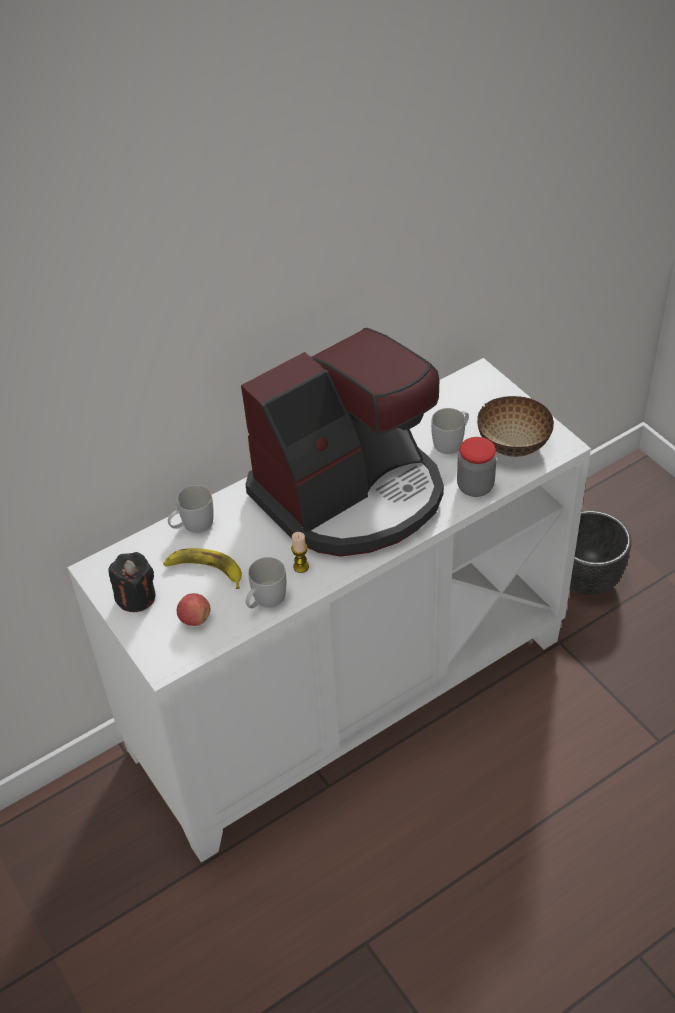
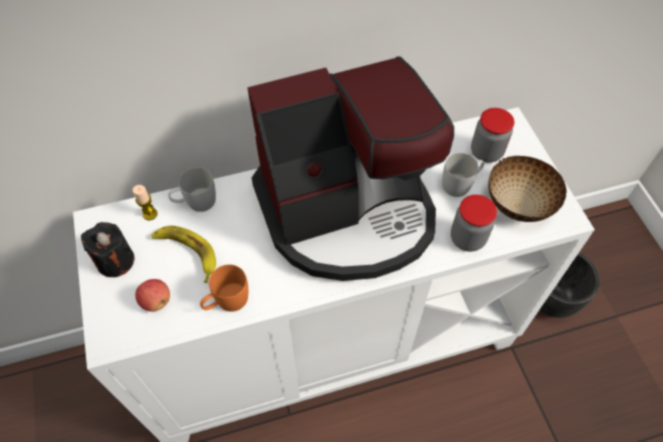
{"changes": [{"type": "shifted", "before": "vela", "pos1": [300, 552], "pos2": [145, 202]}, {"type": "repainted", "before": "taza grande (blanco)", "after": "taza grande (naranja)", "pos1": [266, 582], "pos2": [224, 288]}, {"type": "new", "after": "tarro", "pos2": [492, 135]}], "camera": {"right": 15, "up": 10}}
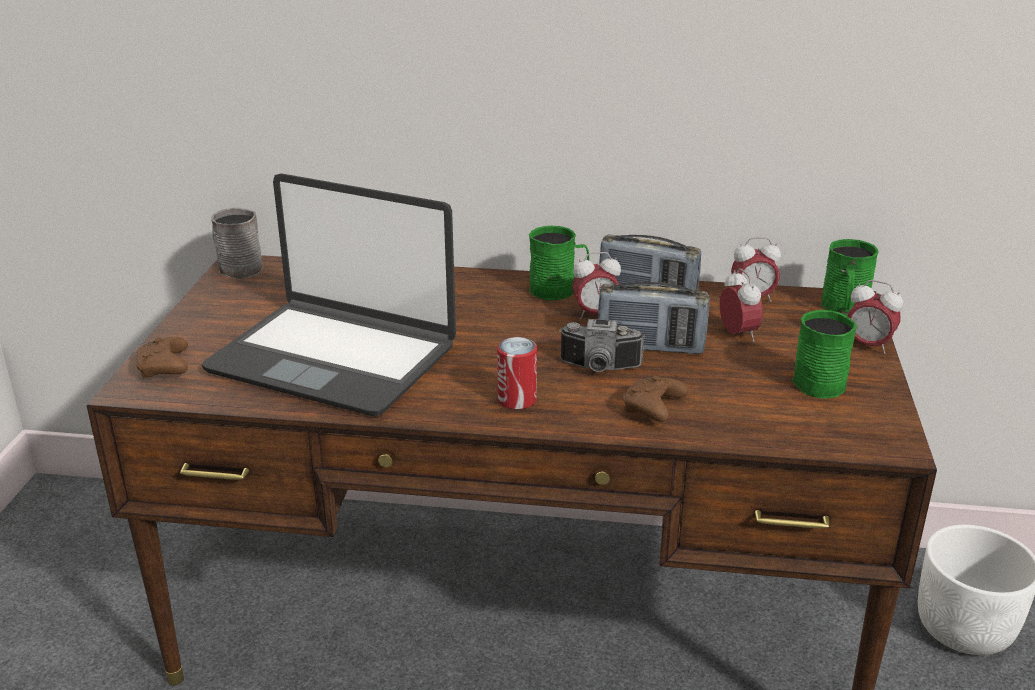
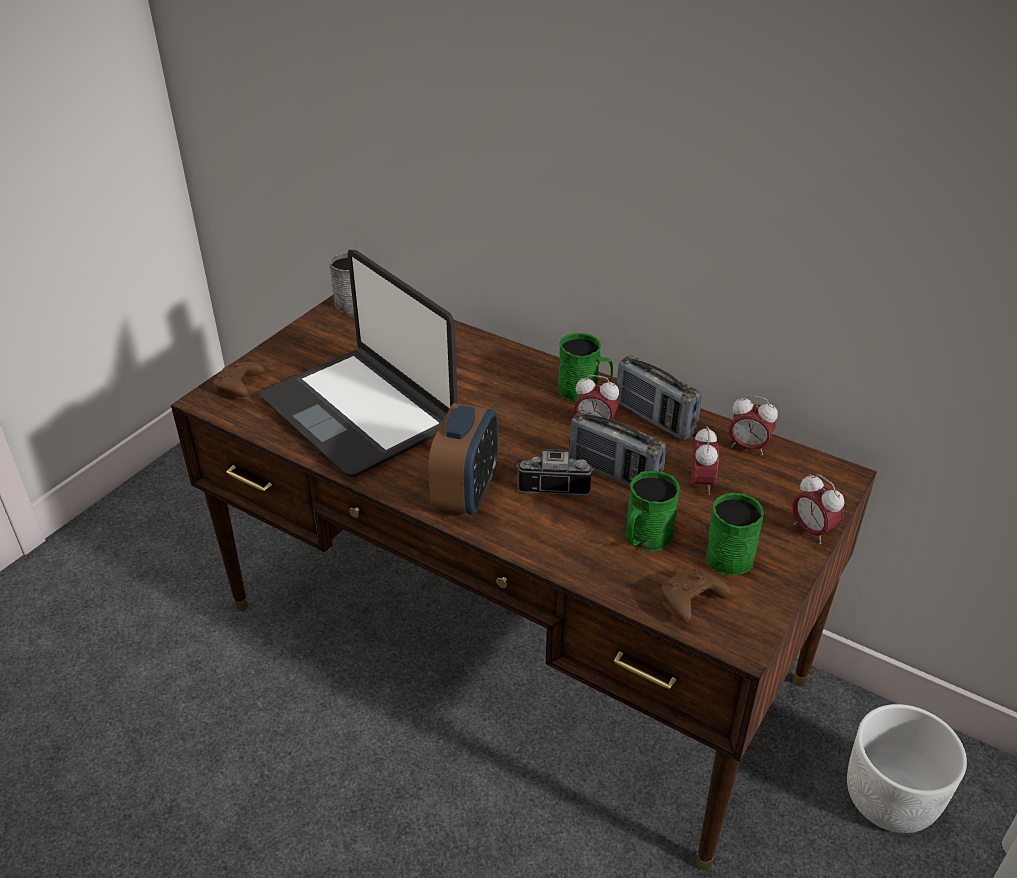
{"changes": [{"type": "shifted", "before": "taza grande (verde)", "pos1": [850, 277], "pos2": [652, 511]}, {"type": "rotated", "before": "cámara", "pos1": [602, 345], "pos2": [555, 472], "turn": 150}, {"type": "swapped", "before": "lata", "after": "despertador", "pos1": [517, 373], "pos2": [463, 458]}, {"type": "shifted", "before": "mando de consola (marrón)", "pos1": [655, 399], "pos2": [695, 595]}], "camera": {"right": 25, "up": 10}}
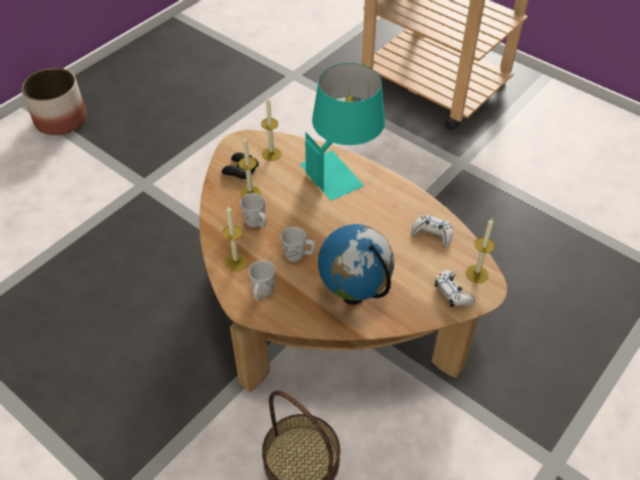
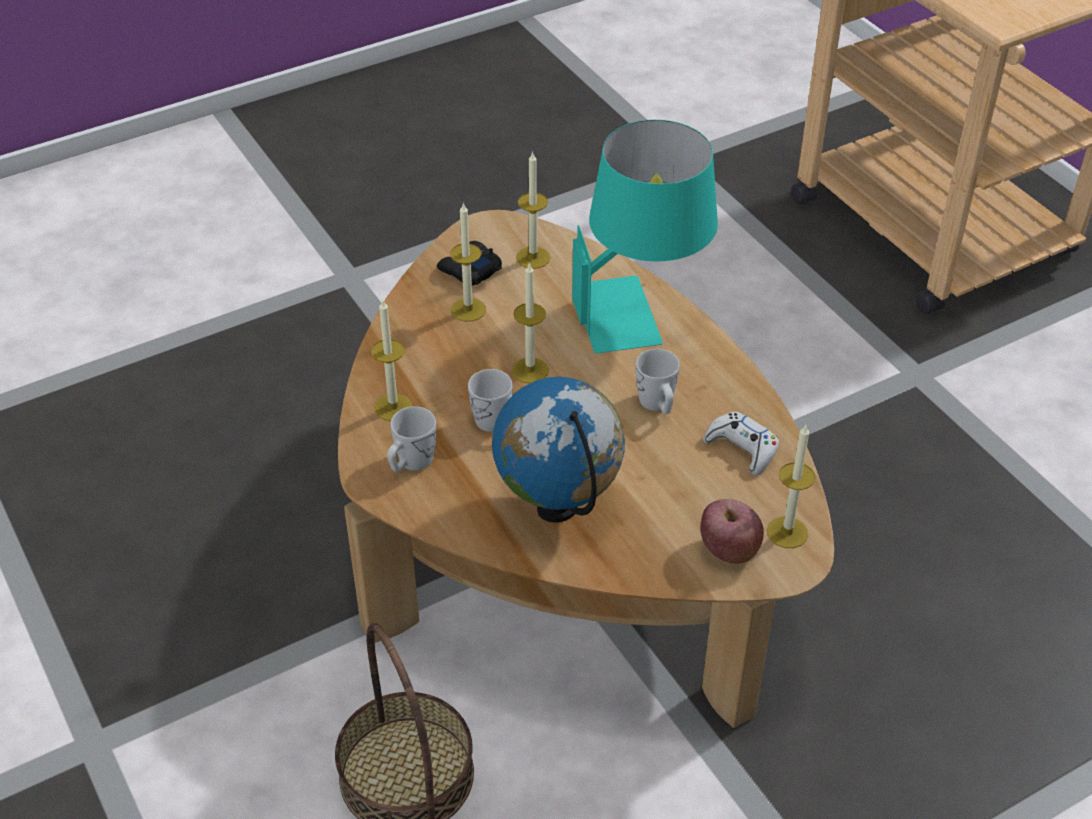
{"changes": [{"type": "gone", "before": "maceta", "pos1": [54, 101]}, {"type": "shifted", "before": "taza grande (blanco)", "pos1": [253, 210], "pos2": [658, 381]}, {"type": "swapped", "before": "mando de consola (blanco)", "after": "manzana", "pos1": [455, 288], "pos2": [732, 531]}, {"type": "new", "after": "vela", "pos2": [530, 323]}], "camera": {"right": 20, "up": -5}}
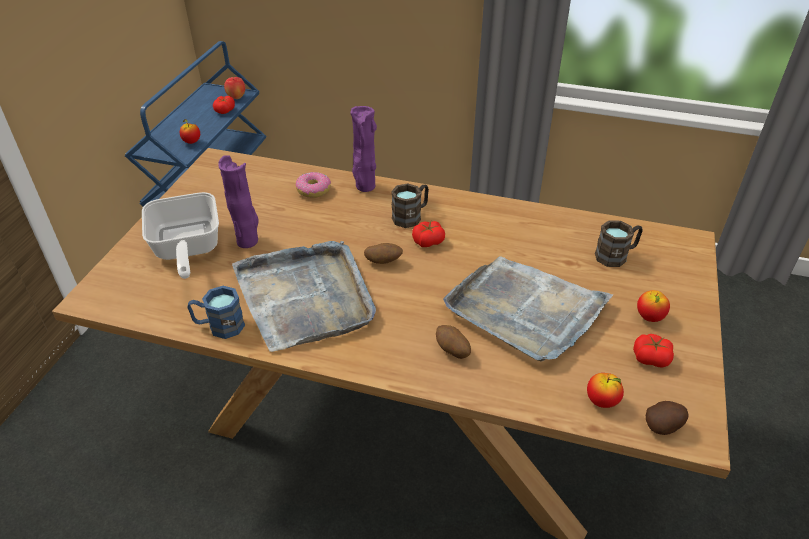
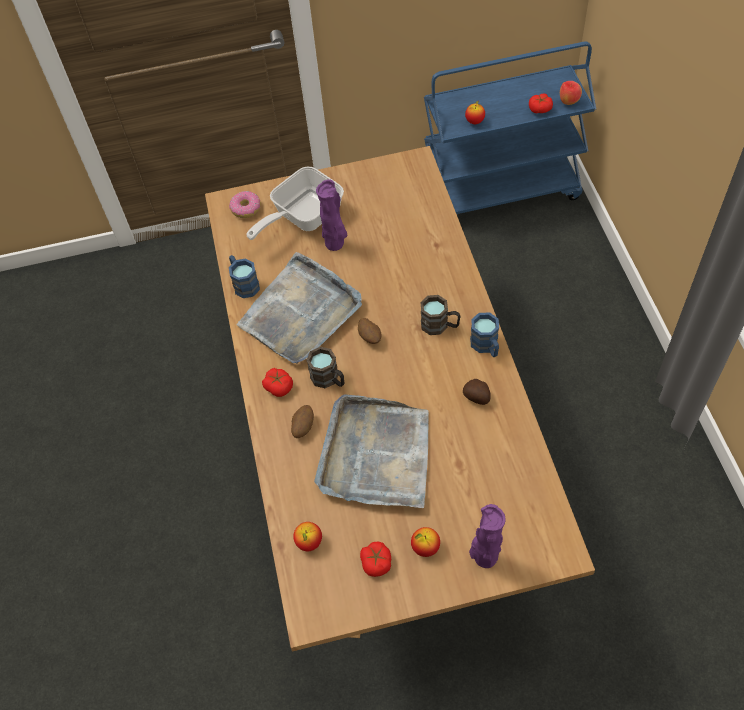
{"changes": [{"type": "shifted", "before": "florero (morado)", "pos1": [363, 149], "pos2": [487, 536]}, {"type": "shifted", "before": "rosquilla", "pos1": [313, 185], "pos2": [245, 204]}, {"type": "shifted", "before": "taza grande (marrón)", "pos1": [619, 243], "pos2": [325, 367]}, {"type": "shifted", "before": "tomate", "pos1": [428, 234], "pos2": [277, 382]}, {"type": "shifted", "before": "patata", "pos1": [667, 418], "pos2": [477, 392]}, {"type": "new", "after": "taza grande (azul)", "pos2": [484, 334]}], "camera": {"right": 65, "up": 15}}
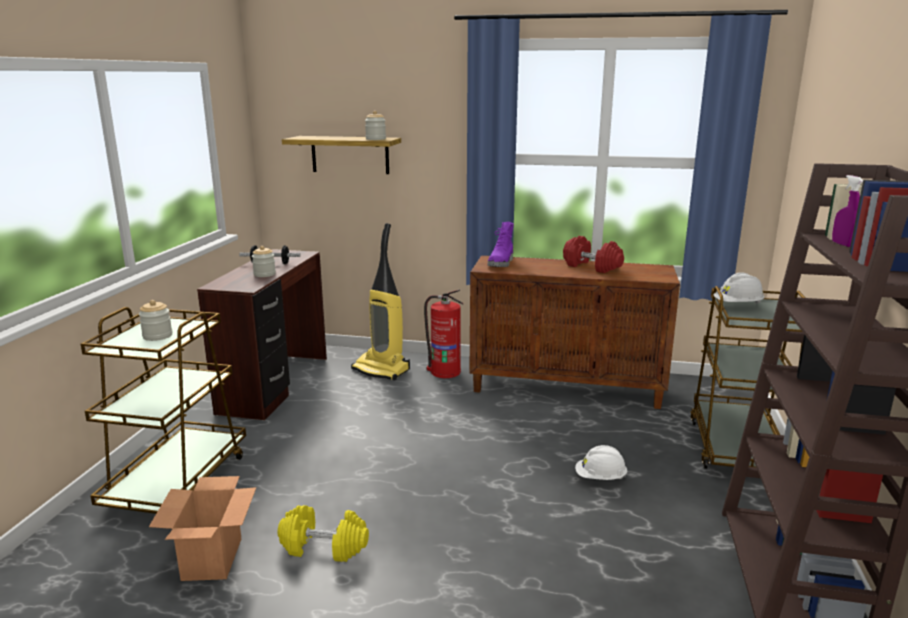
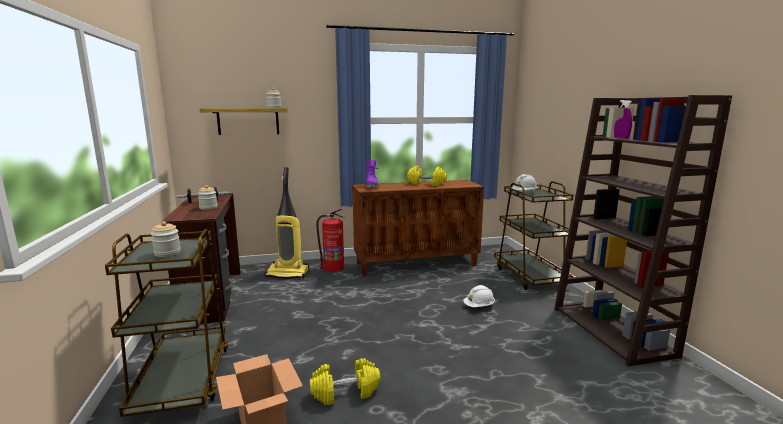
{"changes": [{"type": "repainted", "before": "mancuerna (rojo)", "after": "mancuerna (amarillo)", "pos1": [593, 254], "pos2": [427, 176]}], "camera": {"right": -25, "up": -5}}
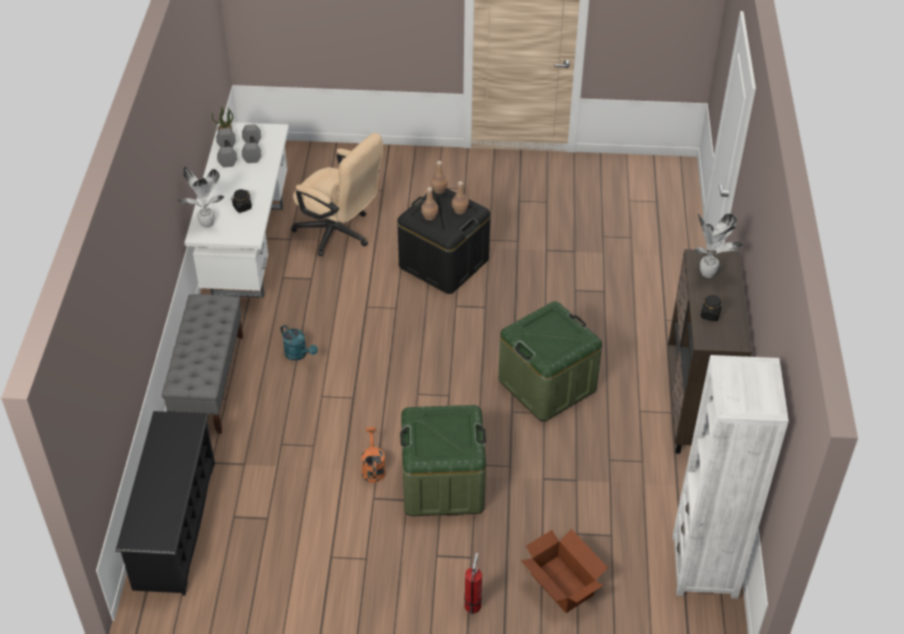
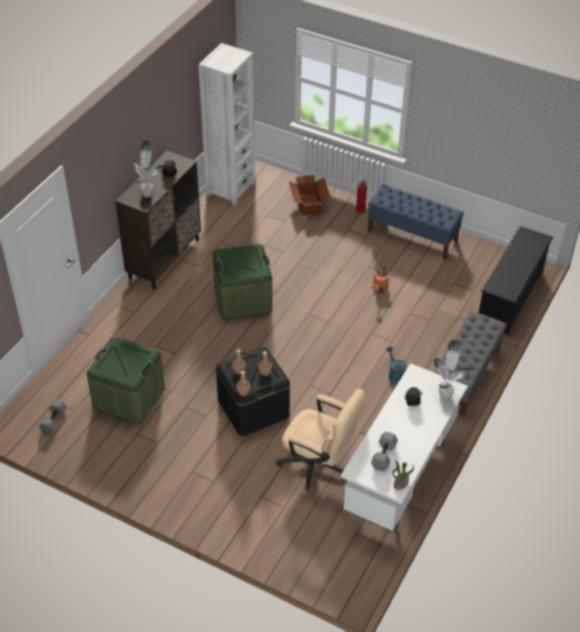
{"changes": [{"type": "shifted", "before": "mancuerna (gris)", "pos1": [226, 148], "pos2": [53, 417]}, {"type": "rotated", "before": "silla de oficina (beis)", "pos1": [337, 194], "pos2": [321, 439], "turn": 150}, {"type": "shifted", "before": "caja de almacenaje (verde)", "pos1": [443, 460], "pos2": [126, 380]}, {"type": "new", "after": "banco (azul)", "pos2": [416, 222]}], "camera": {"right": -155, "up": 0}}
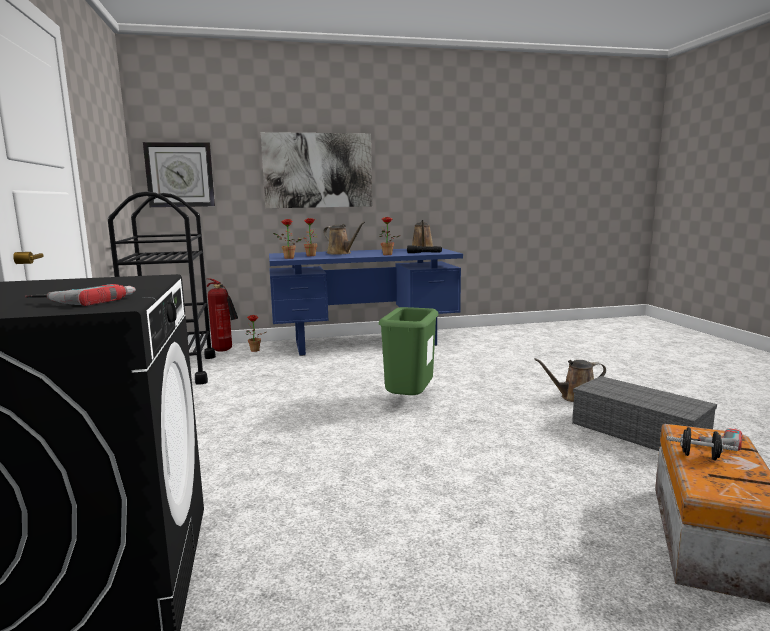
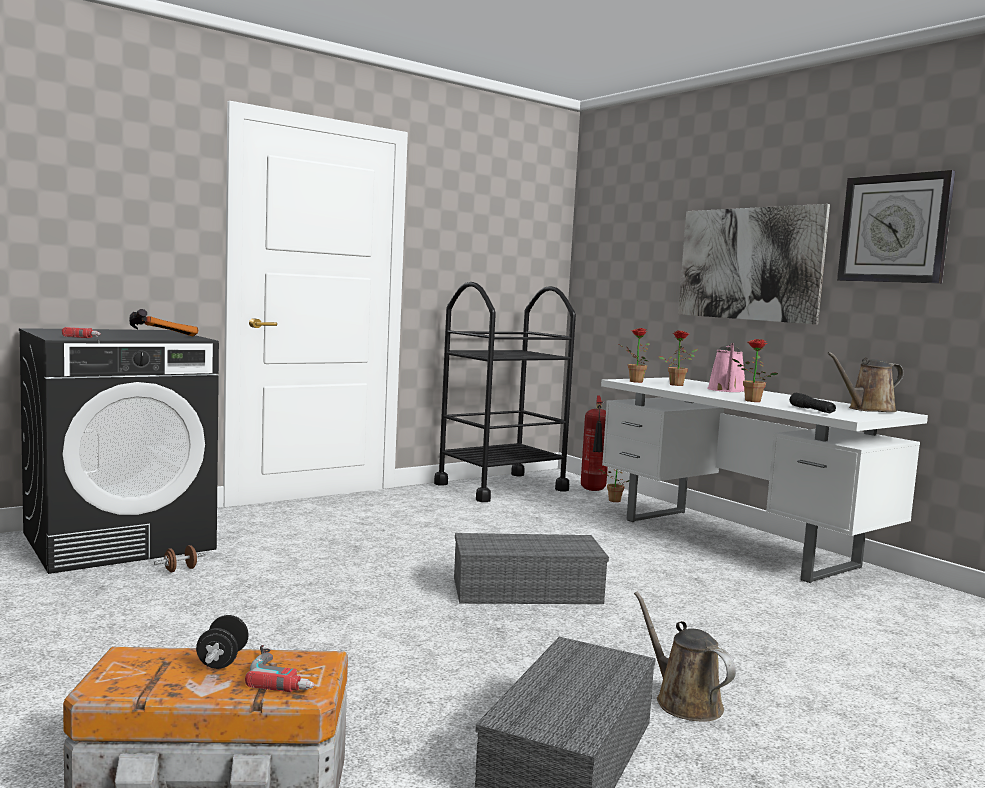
{"changes": [{"type": "shifted", "before": "reloj de pared", "pos1": [179, 174], "pos2": [896, 226]}, {"type": "repainted", "before": "regadera (marrón)", "after": "regadera (rosa)", "pos1": [344, 238], "pos2": [726, 367]}, {"type": "repainted", "before": "escritorio (azul)", "after": "escritorio (blanco)", "pos1": [366, 302], "pos2": [764, 480]}, {"type": "swapped", "before": "papelera (verde)", "after": "caja de almacenaje (gris)", "pos1": [408, 351], "pos2": [531, 568]}, {"type": "new", "after": "martillo", "pos2": [163, 323]}, {"type": "new", "after": "mancuerna (marrón)", "pos2": [180, 558]}], "camera": {"right": 65, "up": -5}}
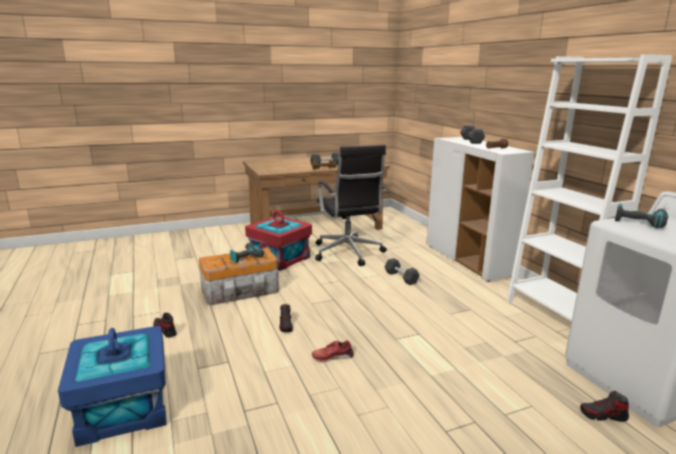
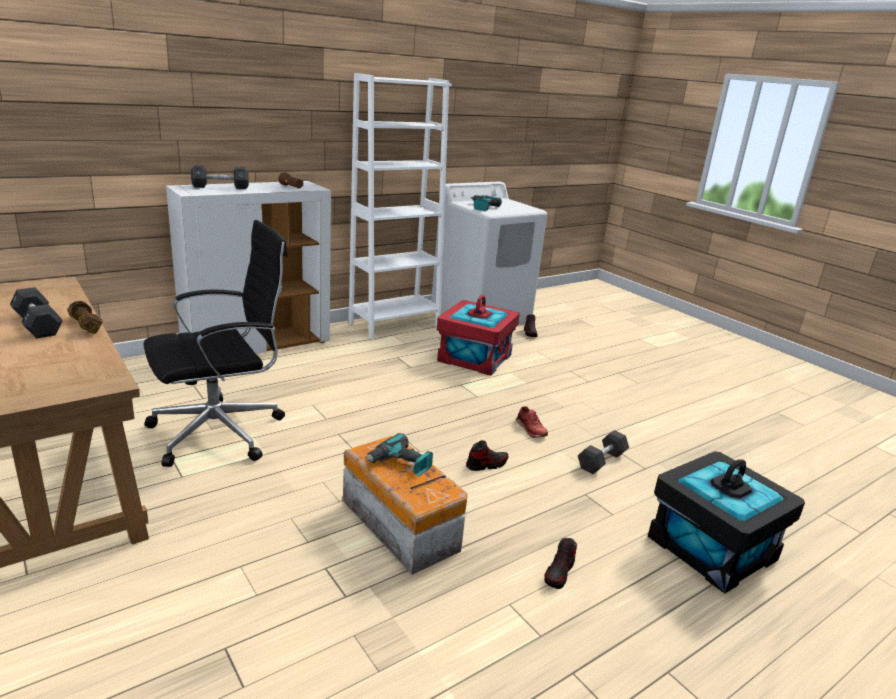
{"changes": [{"type": "shifted", "before": "caja de almacenaje (rojo)", "pos1": [278, 240], "pos2": [478, 335]}, {"type": "shifted", "before": "mancuerna (negro)", "pos1": [402, 271], "pos2": [603, 452]}, {"type": "repainted", "before": "caja de almacenaje (azul)", "after": "caja de almacenaje (negro)", "pos1": [112, 386], "pos2": [726, 522]}], "camera": {"right": -105, "up": 5}}
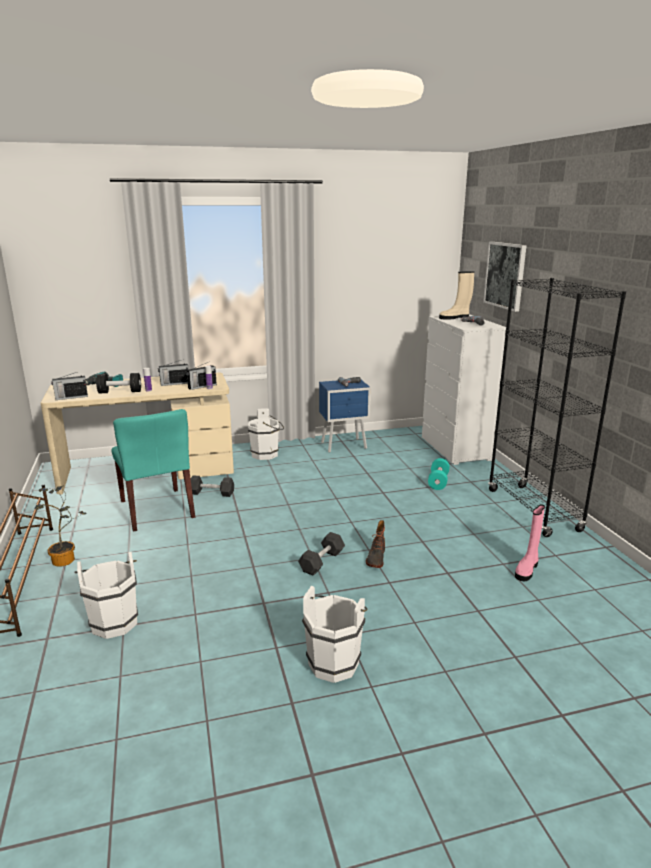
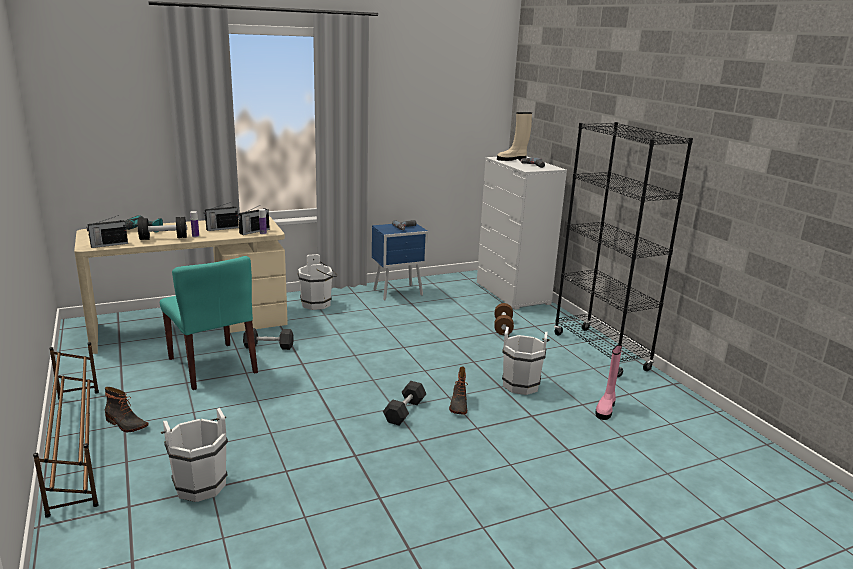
{"changes": [{"type": "gone", "before": "cuadro", "pos1": [505, 277]}, {"type": "repainted", "before": "mancuerna (turquesa)", "after": "mancuerna (marrón)", "pos1": [439, 474], "pos2": [504, 319]}, {"type": "swapped", "before": "planta en maceta", "after": "bota", "pos1": [60, 526], "pos2": [126, 409]}, {"type": "shifted", "before": "cubo (blanco)", "pos1": [334, 634], "pos2": [526, 361]}], "camera": {"right": -10, "up": 0}}
